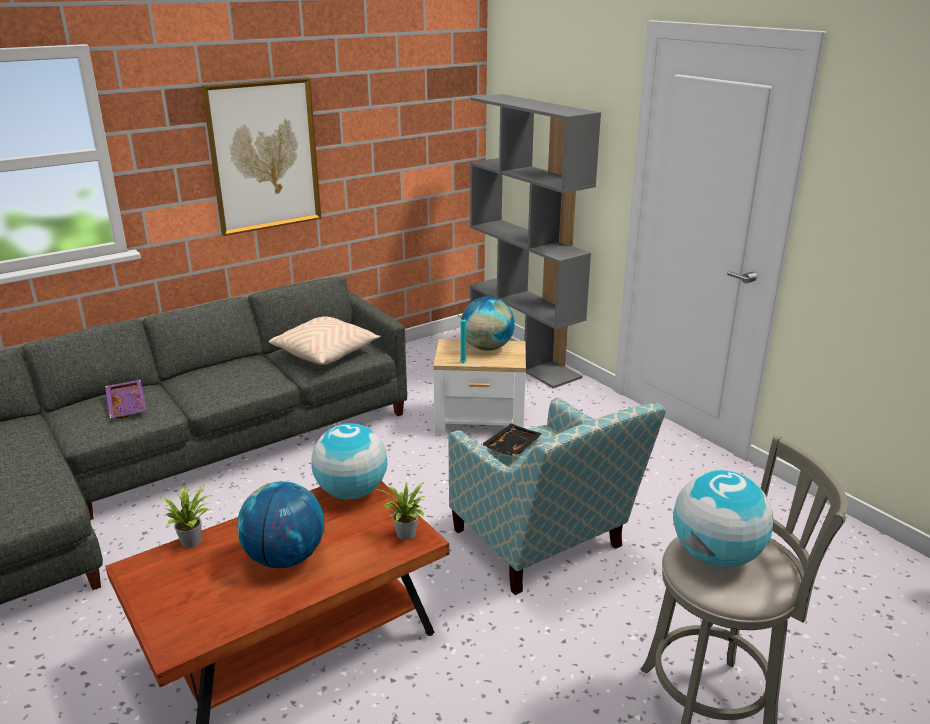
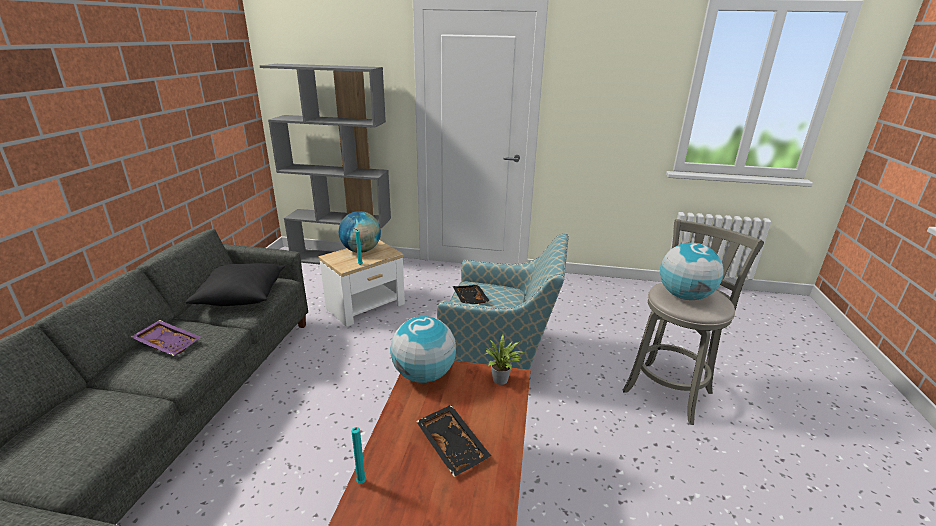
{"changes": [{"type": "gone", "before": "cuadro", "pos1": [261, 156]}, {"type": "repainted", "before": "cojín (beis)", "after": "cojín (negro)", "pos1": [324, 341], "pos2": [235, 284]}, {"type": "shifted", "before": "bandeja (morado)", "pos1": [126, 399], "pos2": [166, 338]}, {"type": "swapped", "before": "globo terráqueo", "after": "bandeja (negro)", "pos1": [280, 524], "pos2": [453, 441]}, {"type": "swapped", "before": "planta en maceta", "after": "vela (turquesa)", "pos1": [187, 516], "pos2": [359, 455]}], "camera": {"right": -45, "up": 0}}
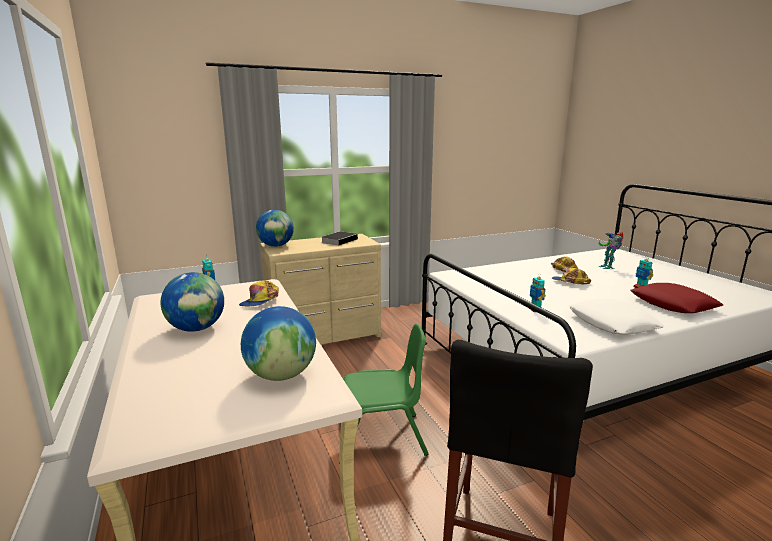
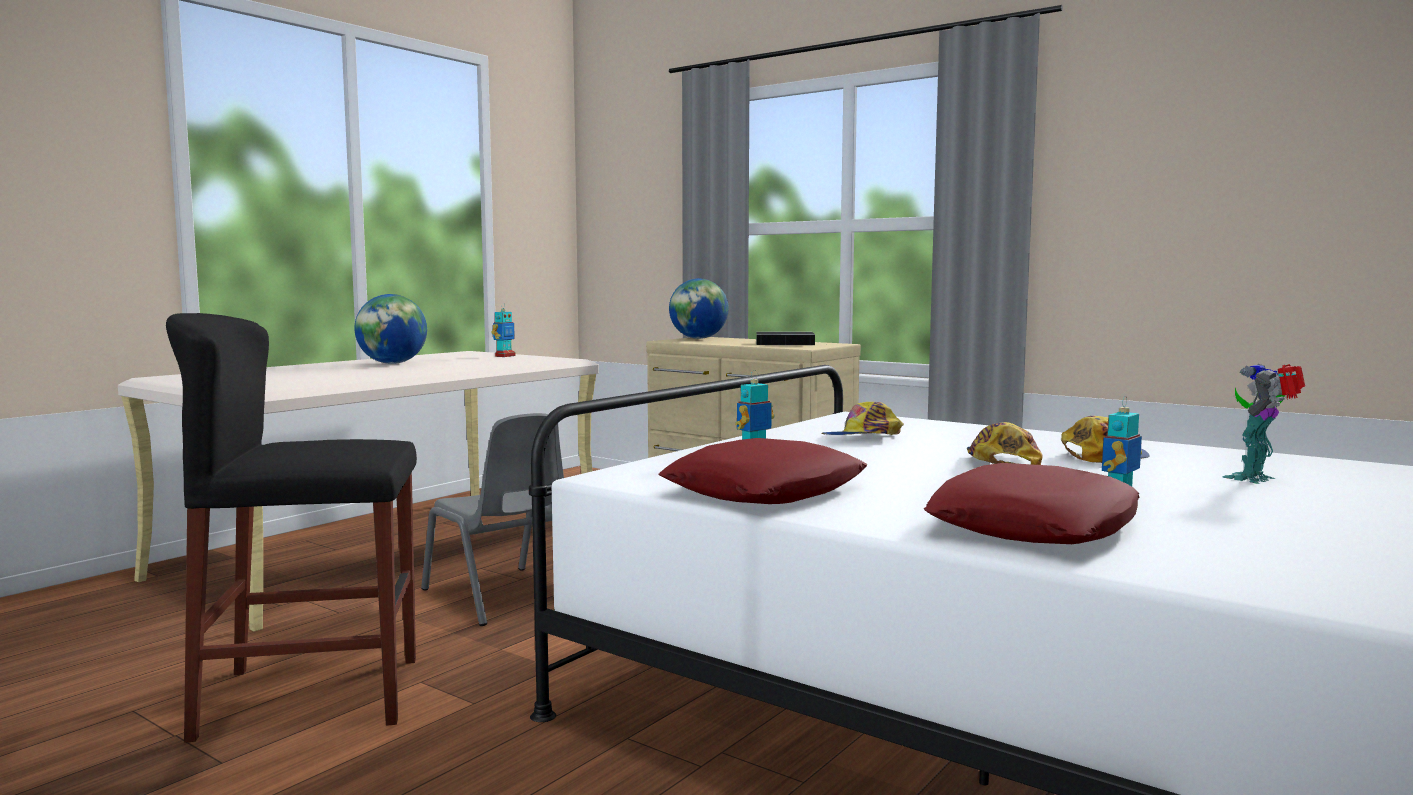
{"changes": [{"type": "shifted", "before": "gorra", "pos1": [259, 293], "pos2": [863, 418]}, {"type": "repainted", "before": "cojín (blanco)", "after": "cojín (rojo)", "pos1": [617, 316], "pos2": [763, 471]}, {"type": "gone", "before": "globo terráqueo", "pos1": [278, 343]}, {"type": "repainted", "before": "silla (verde)", "after": "silla (gris)", "pos1": [384, 394], "pos2": [492, 519]}], "camera": {"right": 60, "up": -10}}
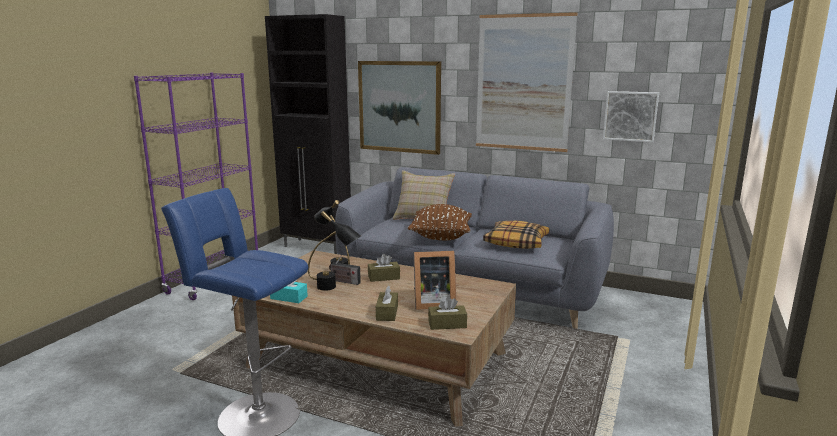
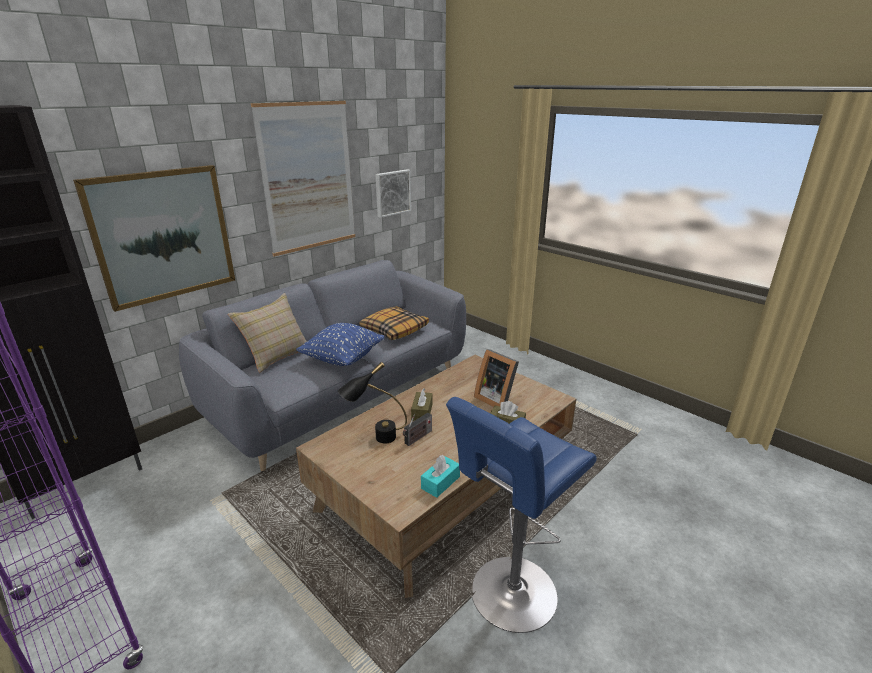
{"changes": [{"type": "repainted", "before": "cojín (marrón)", "after": "cojín (azul)", "pos1": [440, 222], "pos2": [340, 344]}, {"type": "gone", "before": "lámpara de mesa (negro)", "pos1": [334, 251]}, {"type": "rotated", "before": "portarretratos", "pos1": [435, 280], "pos2": [496, 378], "turn": 120}, {"type": "gone", "before": "caja de pañuelos (marrón)", "pos1": [447, 313]}], "camera": {"right": -70, "up": 10}}
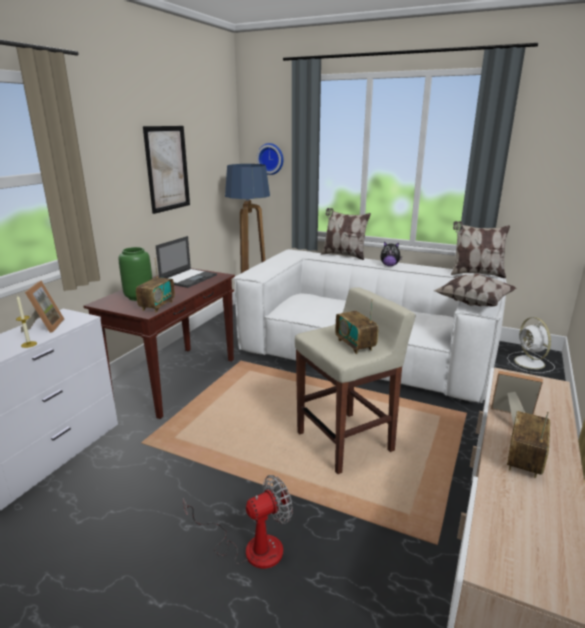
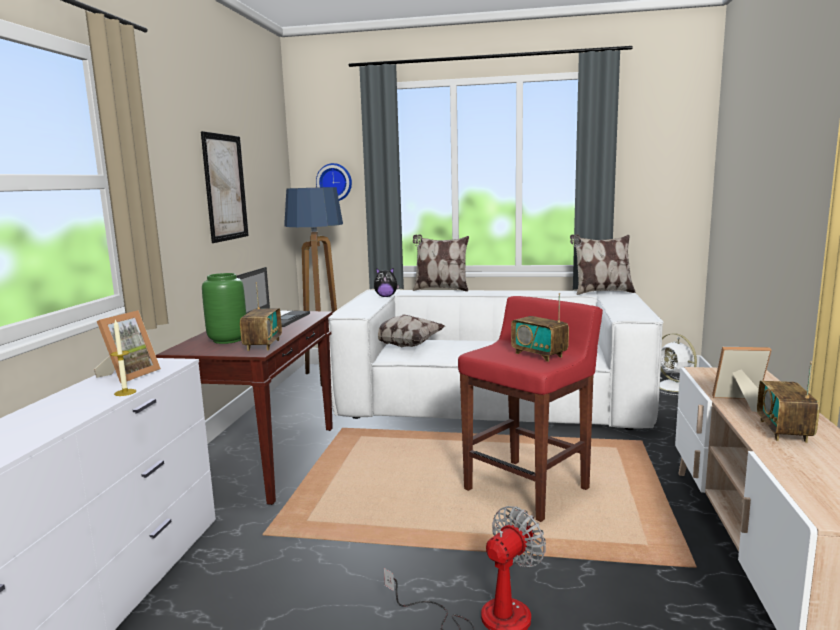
{"changes": [{"type": "shifted", "before": "peluche", "pos1": [391, 254], "pos2": [386, 282]}, {"type": "shifted", "before": "cojín", "pos1": [475, 289], "pos2": [411, 331]}, {"type": "rotated", "before": "portarretratos", "pos1": [42, 306], "pos2": [127, 346], "turn": 45}, {"type": "repainted", "before": "taburete (beis)", "after": "taburete (rojo)", "pos1": [355, 380], "pos2": [530, 409]}], "camera": {"right": -15, "up": -10}}
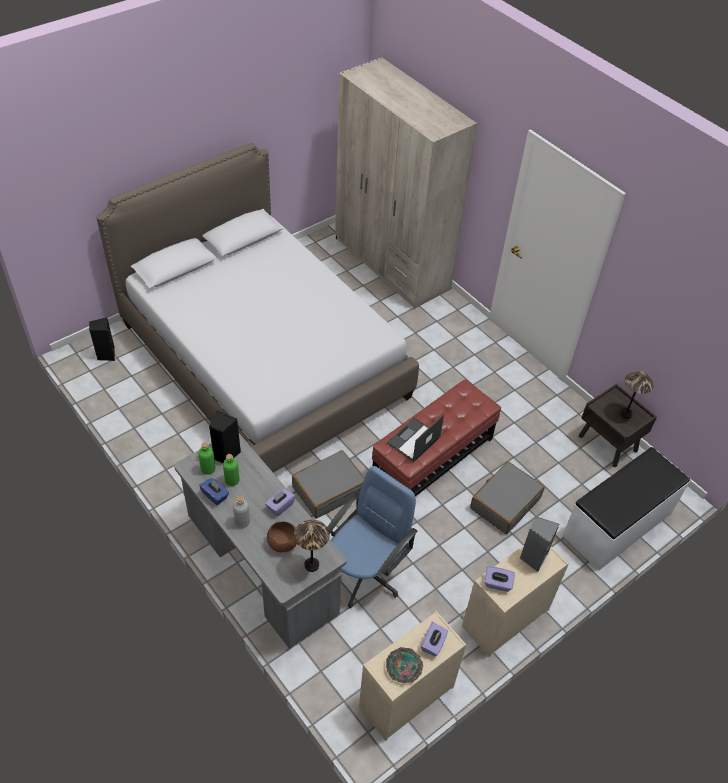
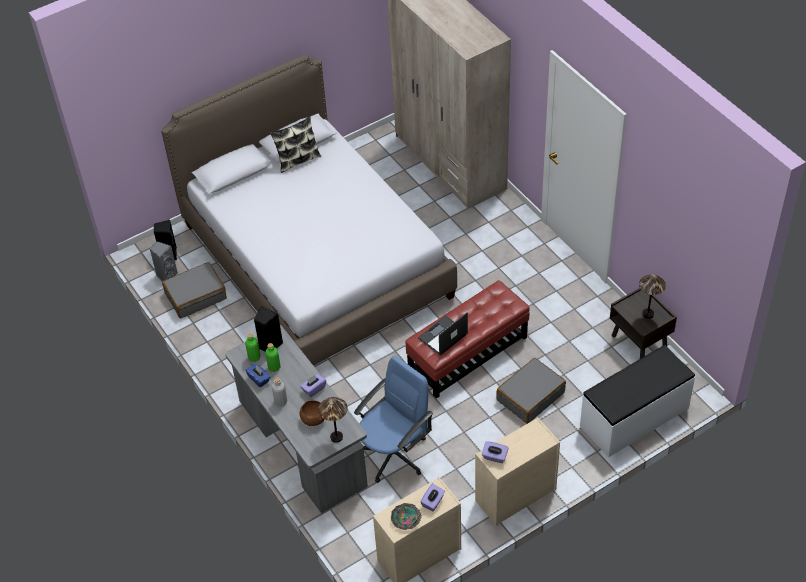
{"changes": [{"type": "shifted", "before": "maleta (gris)", "pos1": [328, 484], "pos2": [194, 290]}, {"type": "shifted", "before": "altavoz (gris)", "pos1": [539, 544], "pos2": [163, 261]}, {"type": "new", "after": "cojín", "pos2": [295, 144]}], "camera": {"right": 10, "up": 0}}
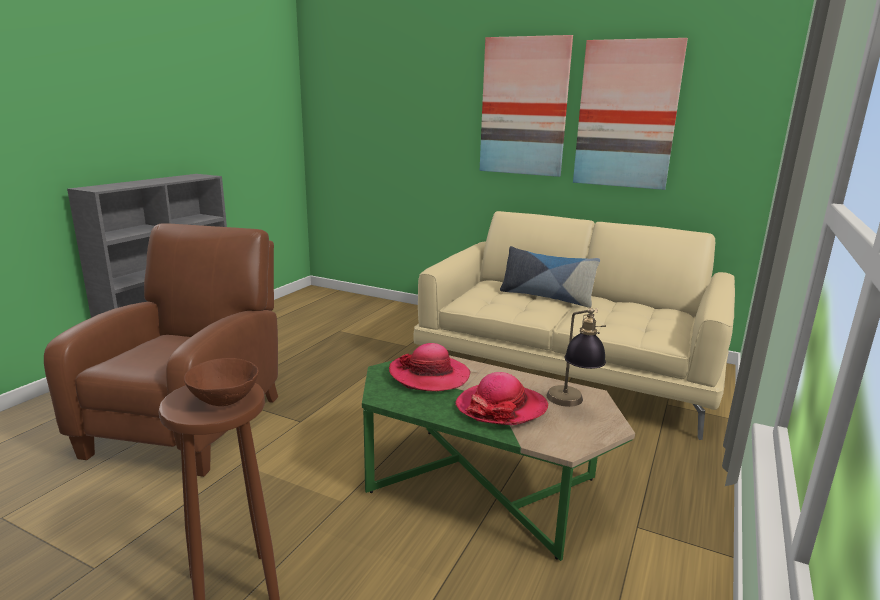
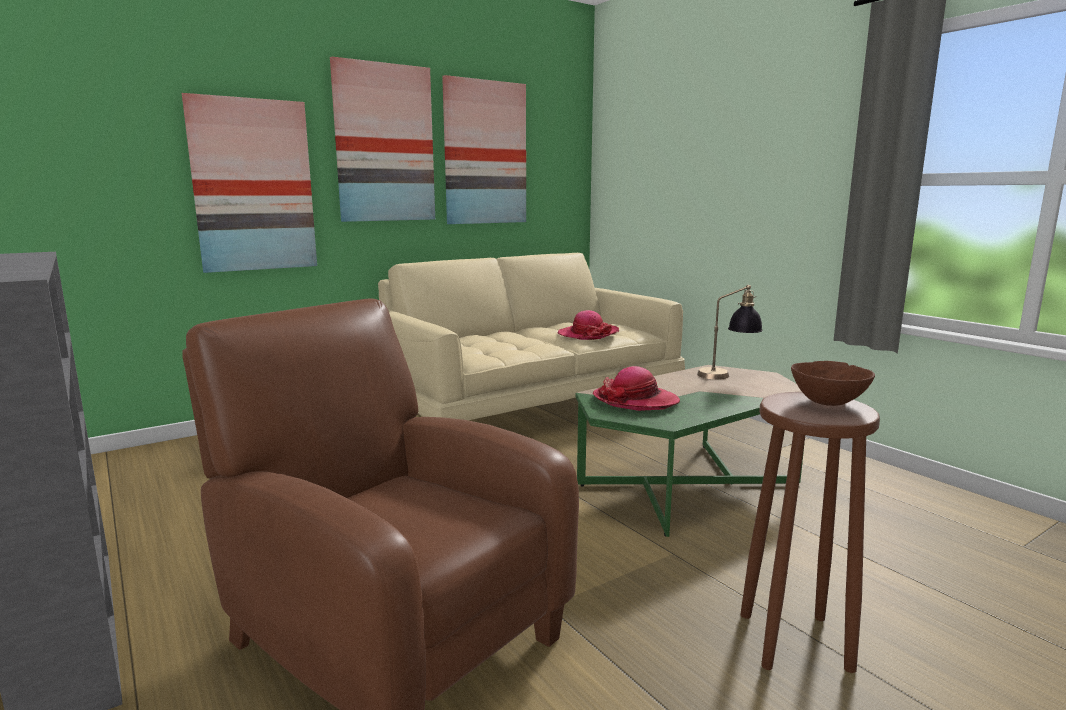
{"changes": [{"type": "gone", "before": "cojín", "pos1": [550, 277]}, {"type": "shifted", "before": "sombrero", "pos1": [501, 398], "pos2": [588, 325]}, {"type": "new", "after": "cuadro", "pos2": [249, 183]}], "camera": {"right": -60, "up": -5}}
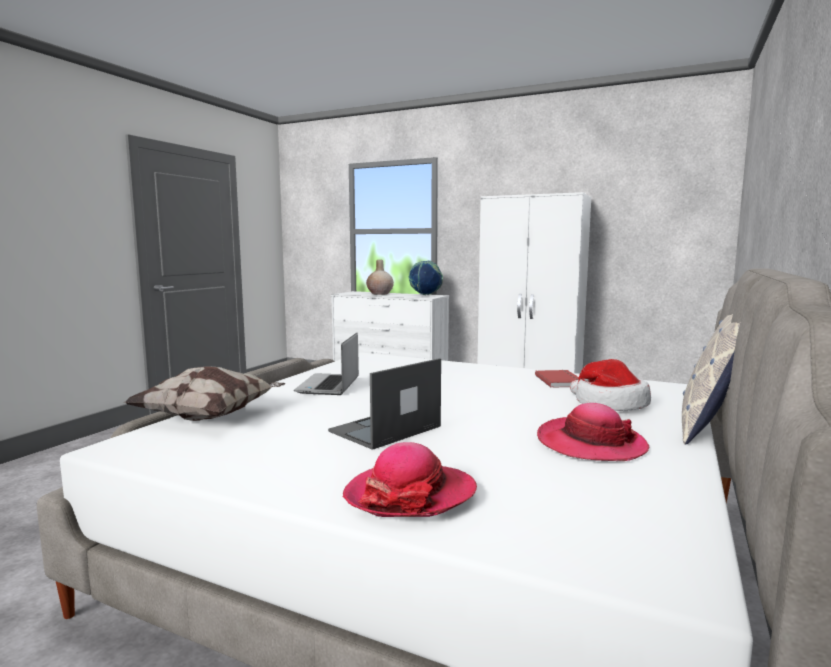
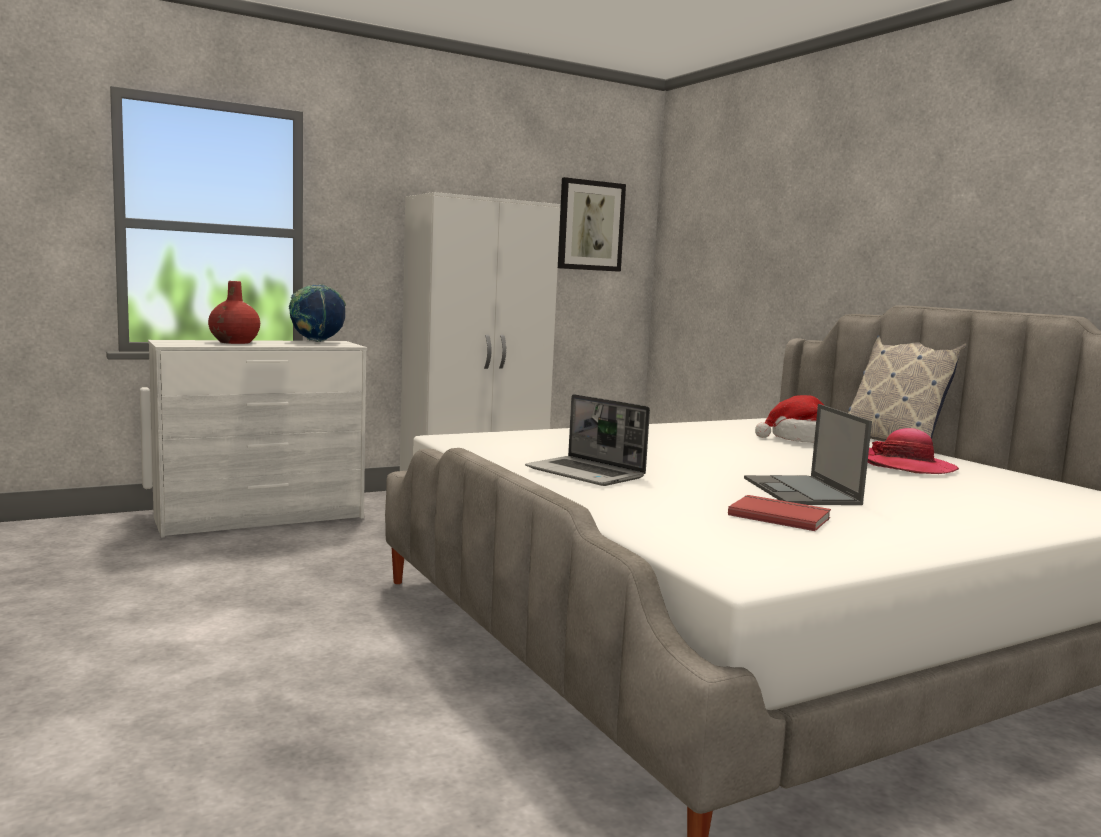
{"changes": [{"type": "repainted", "before": "florero (beis)", "after": "florero (rojo)", "pos1": [380, 277], "pos2": [234, 312]}, {"type": "gone", "before": "cojín", "pos1": [204, 393]}, {"type": "shifted", "before": "libro (rojo)", "pos1": [557, 379], "pos2": [779, 513]}, {"type": "gone", "before": "sombrero", "pos1": [410, 479]}, {"type": "new", "after": "cuadro", "pos2": [592, 224]}], "camera": {"right": -55, "up": 0}}
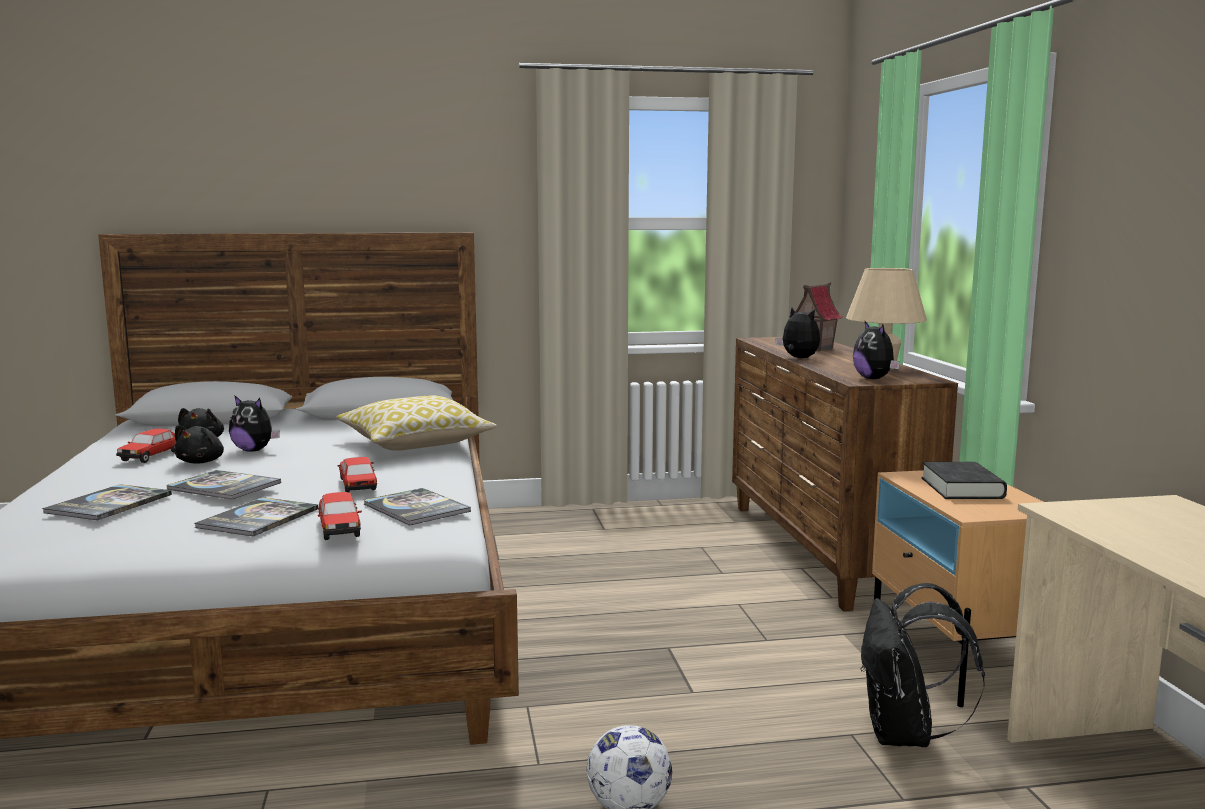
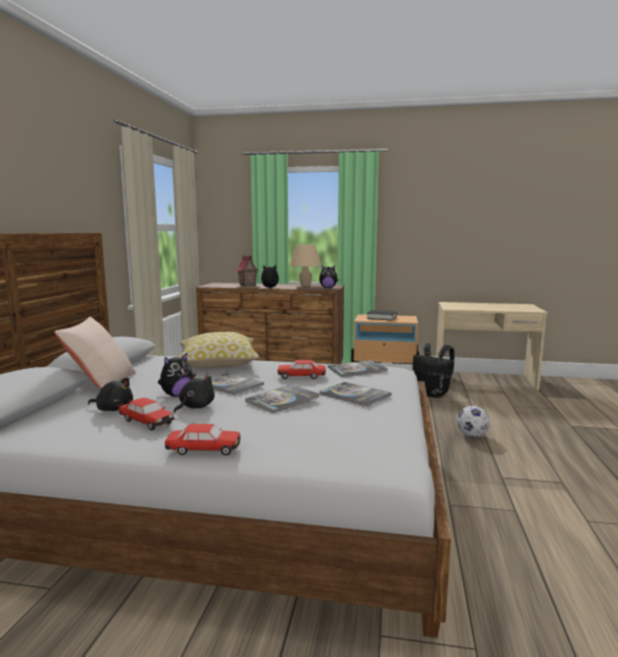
{"changes": [{"type": "rotated", "before": "peluche (negro)", "pos1": [199, 444], "pos2": [194, 393], "turn": -90}, {"type": "shifted", "before": "libro", "pos1": [107, 502], "pos2": [237, 384]}, {"type": "shifted", "before": "coche de juguete", "pos1": [340, 516], "pos2": [202, 440]}, {"type": "new", "after": "cojín (beis)", "pos2": [95, 353]}], "camera": {"right": -70, "up": 0}}
